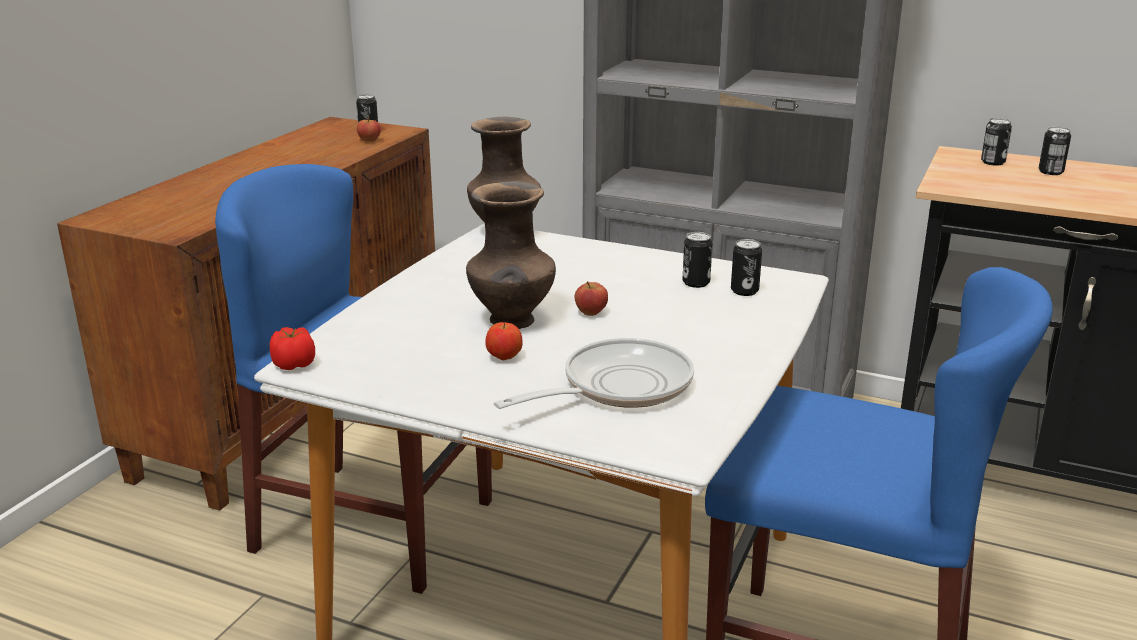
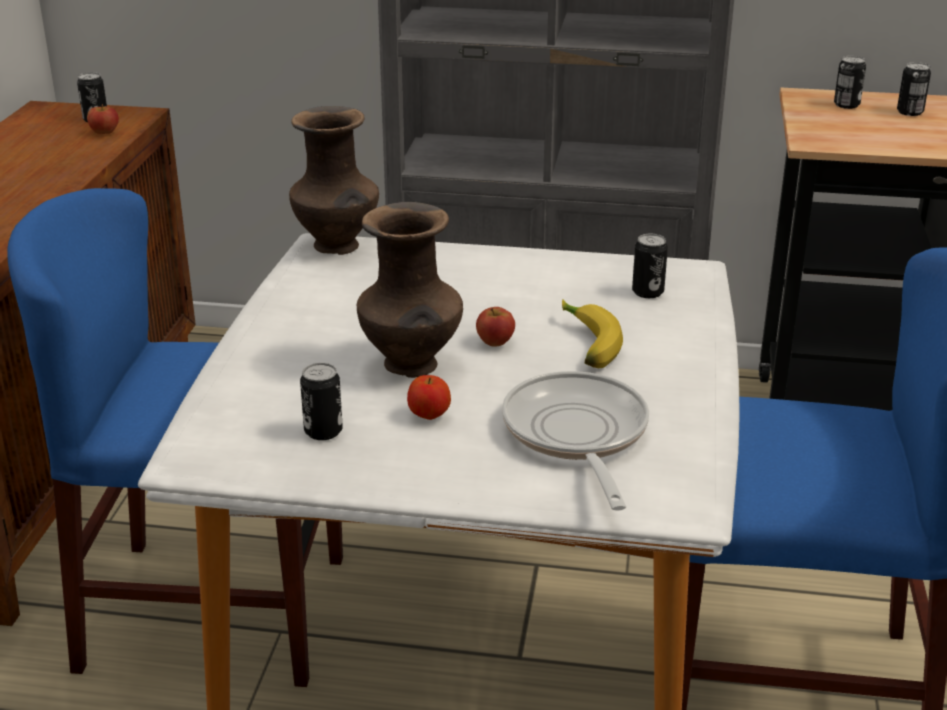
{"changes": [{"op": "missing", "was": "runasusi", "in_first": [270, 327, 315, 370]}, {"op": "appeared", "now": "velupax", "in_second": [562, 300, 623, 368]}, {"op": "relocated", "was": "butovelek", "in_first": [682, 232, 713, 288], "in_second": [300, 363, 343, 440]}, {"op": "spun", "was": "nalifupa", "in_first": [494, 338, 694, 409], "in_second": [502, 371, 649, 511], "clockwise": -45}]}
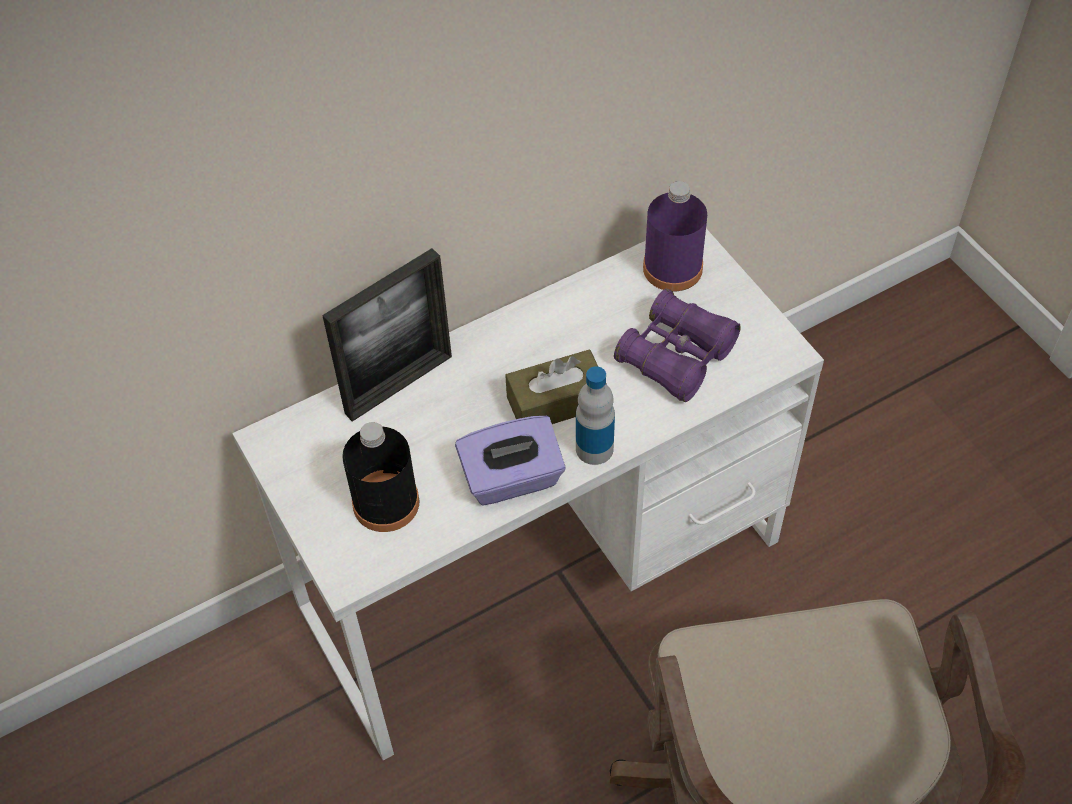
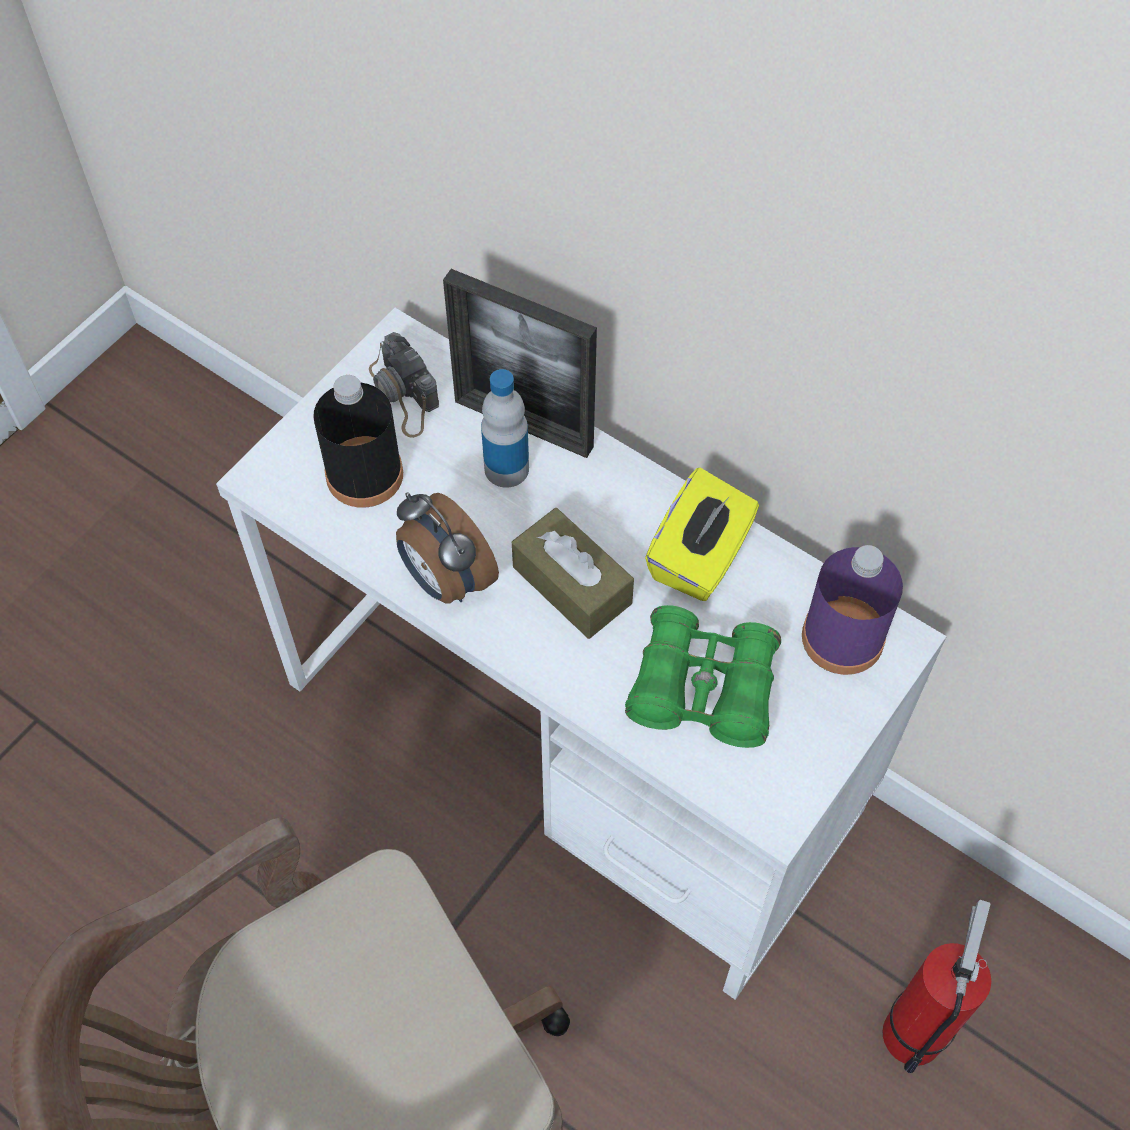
{"changes": [{"op": "appeared", "now": "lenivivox", "in_second": [369, 332, 439, 438]}, {"op": "appeared", "now": "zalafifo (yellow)", "in_second": [645, 468, 759, 601]}, {"op": "appeared", "now": "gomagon", "in_second": [883, 900, 991, 1073]}, {"op": "relocated", "was": "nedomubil", "in_first": [576, 366, 615, 465], "in_second": [481, 369, 529, 488]}, {"op": "exchanged", "was": "zalafifo (purple)", "now": "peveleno", "in_first": [455, 416, 566, 505], "in_second": [396, 492, 499, 604]}, {"op": "colour", "was": "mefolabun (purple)", "now": "mefolabun (green)", "in_first": [614, 289, 741, 402], "in_second": [625, 605, 781, 748]}]}
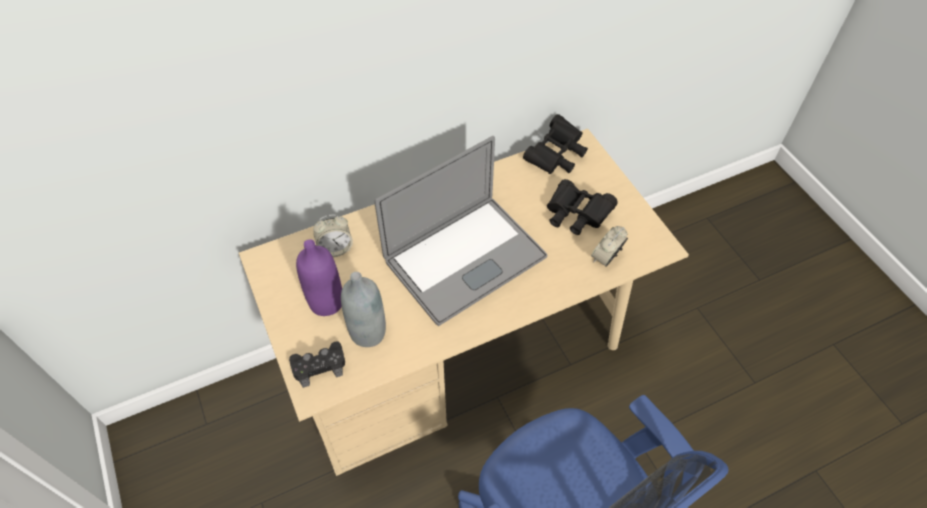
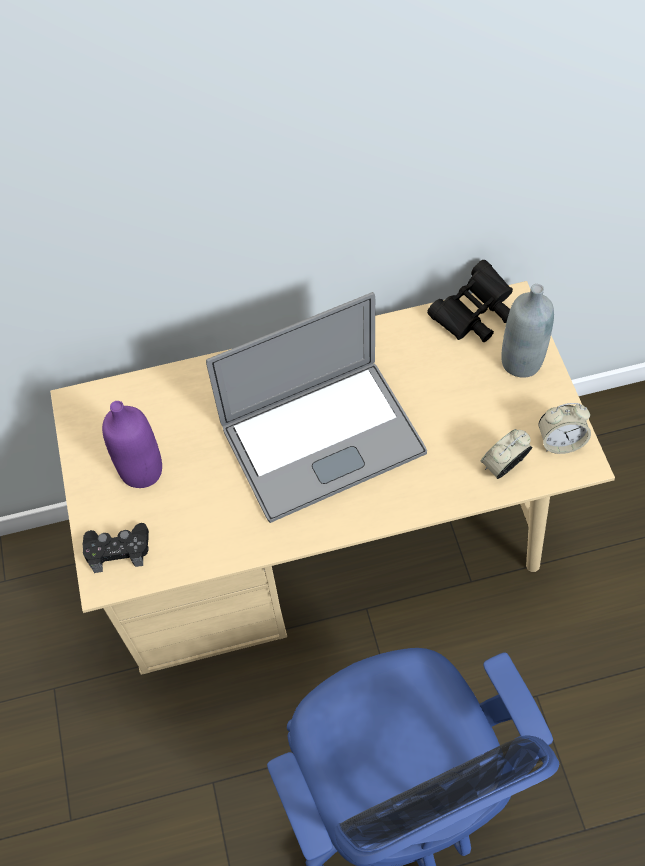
{"changes": [{"op": "missing", "was": "mefolabun (black)", "in_first": [547, 179, 618, 235]}, {"op": "relocated", "was": "peveleno", "in_first": [313, 214, 353, 257], "in_second": [539, 403, 591, 454]}, {"op": "relocated", "was": "nedomubil (grey)", "in_first": [341, 272, 386, 347], "in_second": [501, 284, 554, 378]}]}
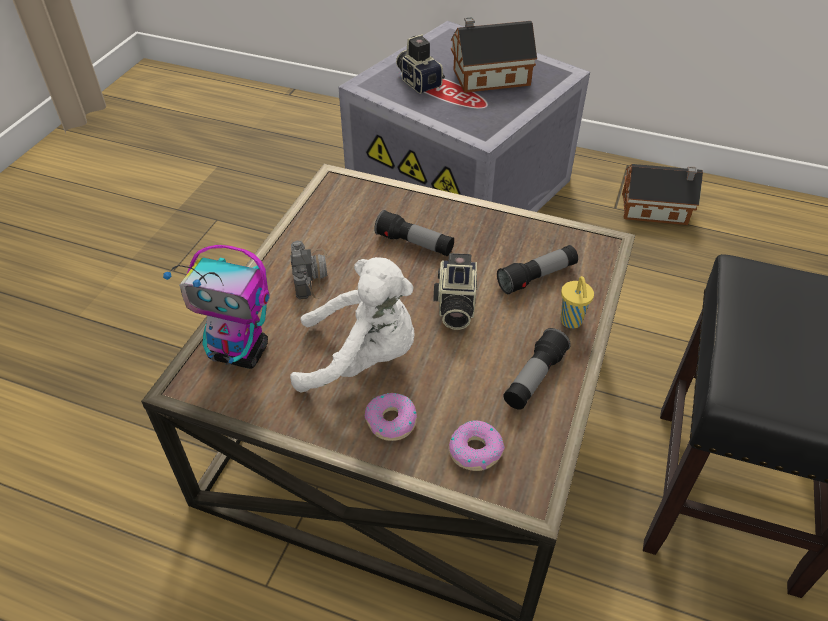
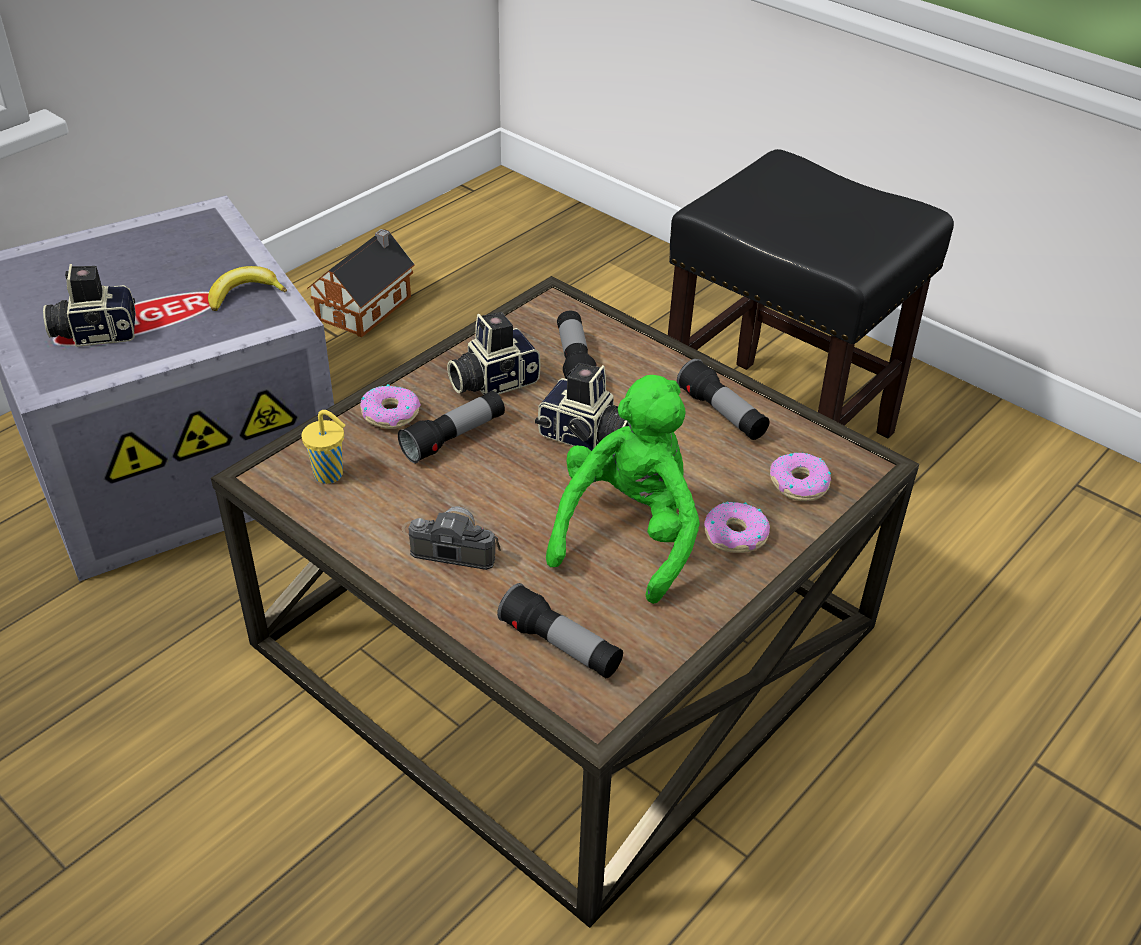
{"changes": [{"op": "missing", "was": "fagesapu", "in_first": [451, 17, 537, 93]}, {"op": "appeared", "now": "velupax", "in_second": [208, 266, 287, 311]}, {"op": "appeared", "now": "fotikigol", "in_second": [360, 384, 421, 429]}, {"op": "appeared", "now": "lenivivox", "in_second": [447, 312, 541, 395]}, {"op": "relocated", "was": "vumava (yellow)", "in_first": [561, 276, 594, 328], "in_second": [301, 410, 345, 484]}, {"op": "exchanged", "was": "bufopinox", "now": "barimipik", "in_first": [163, 245, 269, 369], "in_second": [497, 583, 623, 678]}, {"op": "colour", "was": "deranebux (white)", "now": "deranebux (green)", "in_first": [290, 257, 415, 393], "in_second": [546, 375, 700, 604]}]}
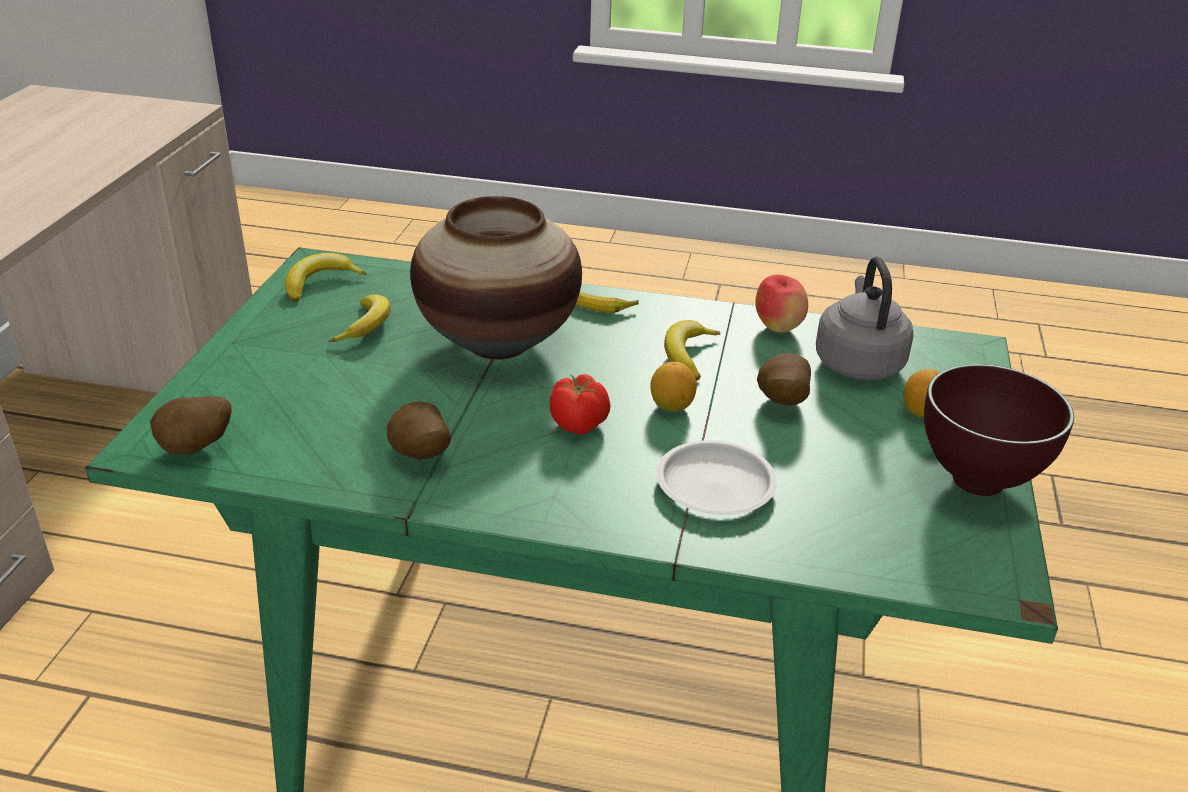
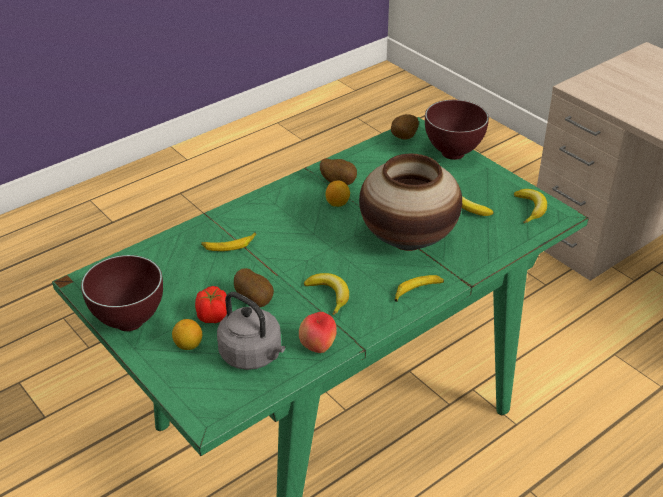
{"changes": [{"op": "appeared", "now": "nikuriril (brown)", "in_second": [425, 100, 489, 160]}, {"op": "relocated", "was": "runasusi", "in_first": [550, 374, 610, 435], "in_second": [195, 286, 227, 323]}, {"op": "relocated", "was": "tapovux", "in_first": [650, 362, 697, 412], "in_second": [325, 181, 350, 207]}, {"op": "exchanged", "was": "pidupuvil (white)", "now": "velupax", "in_first": [656, 440, 777, 515], "in_second": [201, 232, 256, 251]}]}
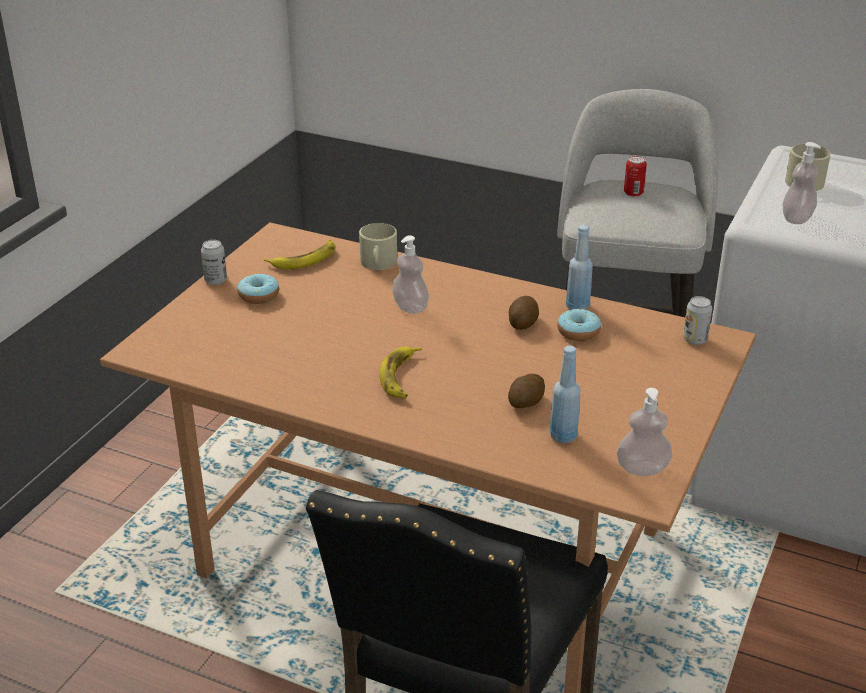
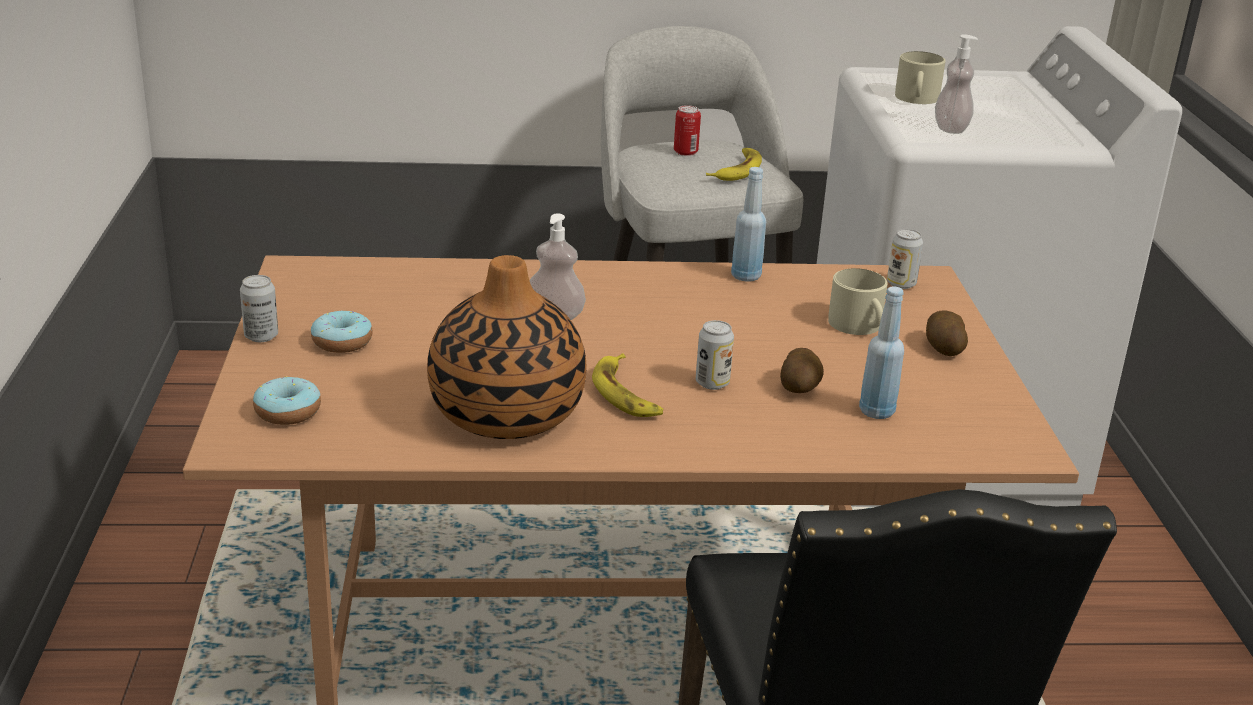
{"changes": [{"op": "missing", "was": "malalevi", "in_first": [617, 388, 672, 476]}, {"op": "appeared", "now": "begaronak", "in_second": [427, 255, 587, 439]}, {"op": "appeared", "now": "butovelek", "in_second": [696, 320, 734, 390]}, {"op": "relocated", "was": "velupax", "in_first": [264, 240, 336, 269], "in_second": [706, 148, 762, 181]}, {"op": "relocated", "was": "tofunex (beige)", "in_first": [359, 223, 397, 270], "in_second": [828, 268, 888, 335]}, {"op": "relocated", "was": "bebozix", "in_first": [509, 296, 539, 330], "in_second": [926, 310, 968, 356]}, {"op": "relocated", "was": "fotikigol", "in_first": [557, 309, 601, 341], "in_second": [253, 376, 321, 425]}]}
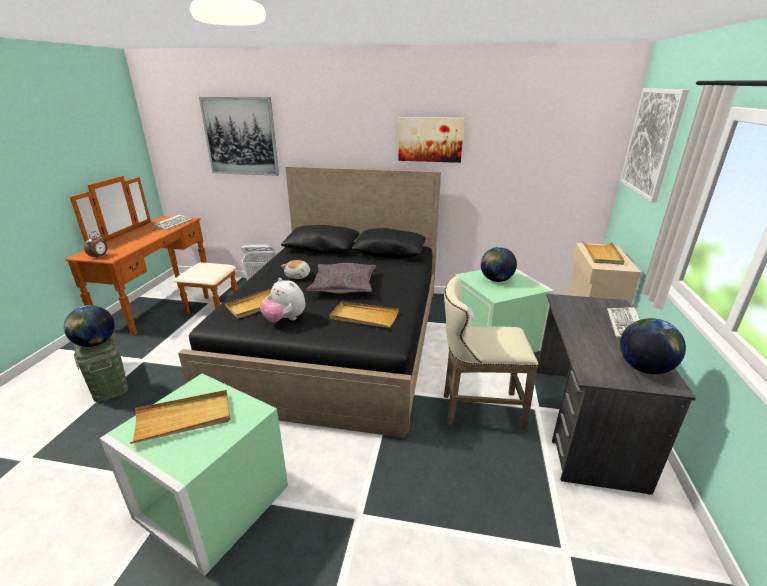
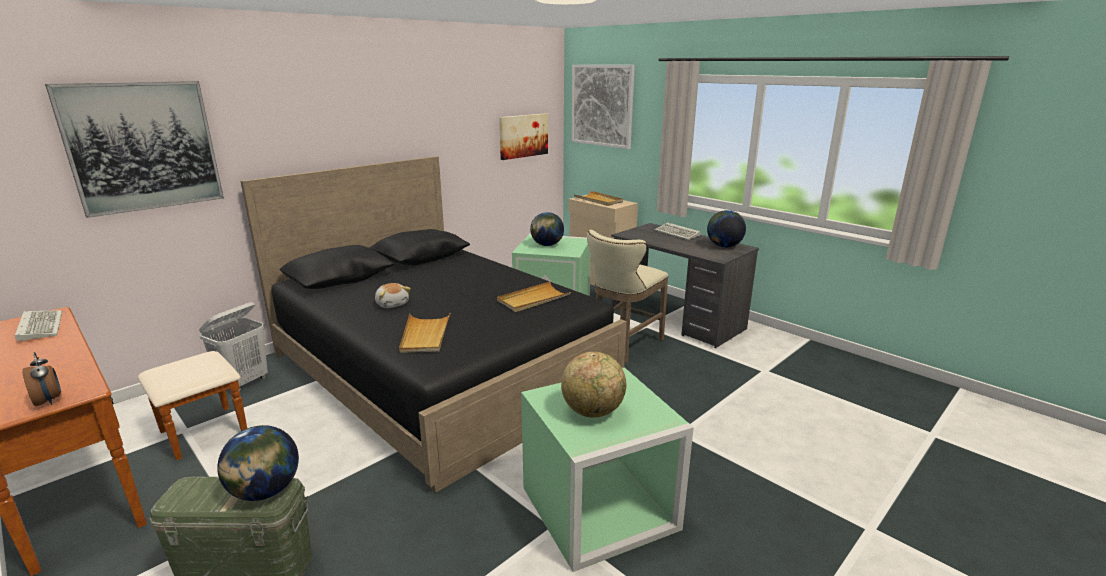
{"changes": [{"op": "missing", "was": "deranebux", "in_first": [260, 278, 305, 322]}, {"op": "missing", "was": "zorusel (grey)", "in_first": [306, 263, 376, 293]}, {"op": "relocated", "was": "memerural", "in_first": [398, 117, 464, 163], "in_second": [499, 113, 548, 160]}, {"op": "exchanged", "was": "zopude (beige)", "now": "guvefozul", "in_first": [130, 390, 230, 444], "in_second": [561, 352, 626, 418]}]}
